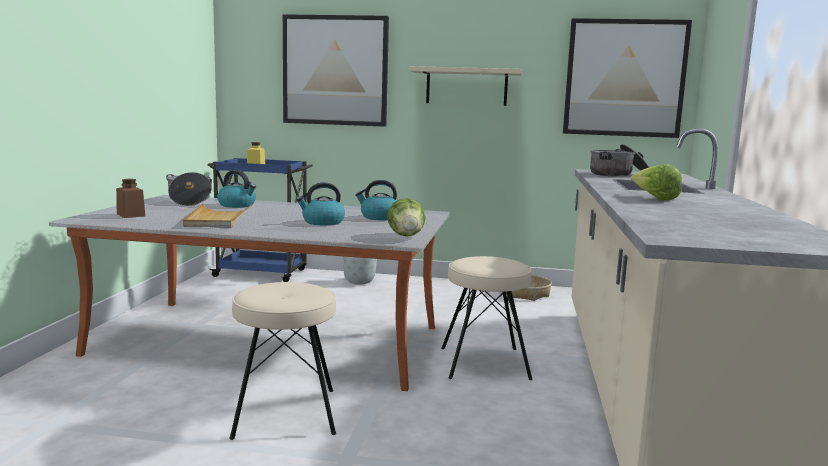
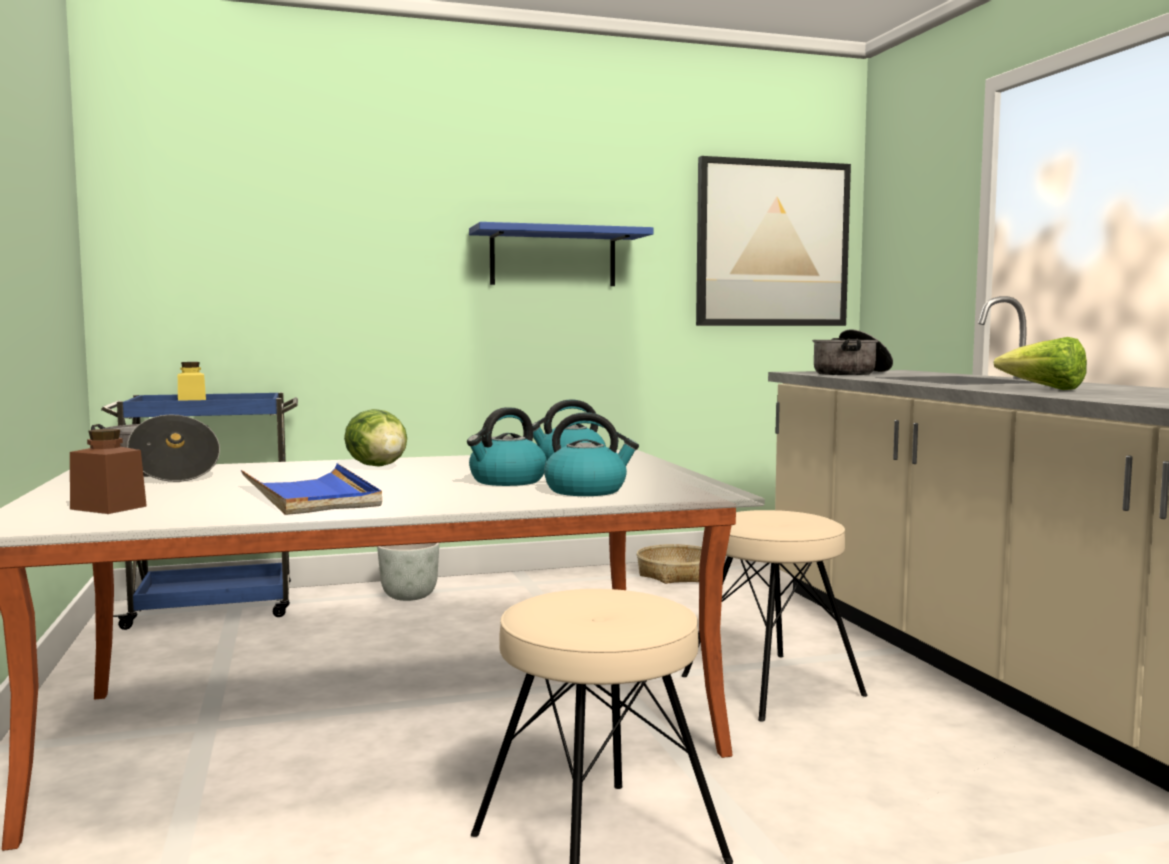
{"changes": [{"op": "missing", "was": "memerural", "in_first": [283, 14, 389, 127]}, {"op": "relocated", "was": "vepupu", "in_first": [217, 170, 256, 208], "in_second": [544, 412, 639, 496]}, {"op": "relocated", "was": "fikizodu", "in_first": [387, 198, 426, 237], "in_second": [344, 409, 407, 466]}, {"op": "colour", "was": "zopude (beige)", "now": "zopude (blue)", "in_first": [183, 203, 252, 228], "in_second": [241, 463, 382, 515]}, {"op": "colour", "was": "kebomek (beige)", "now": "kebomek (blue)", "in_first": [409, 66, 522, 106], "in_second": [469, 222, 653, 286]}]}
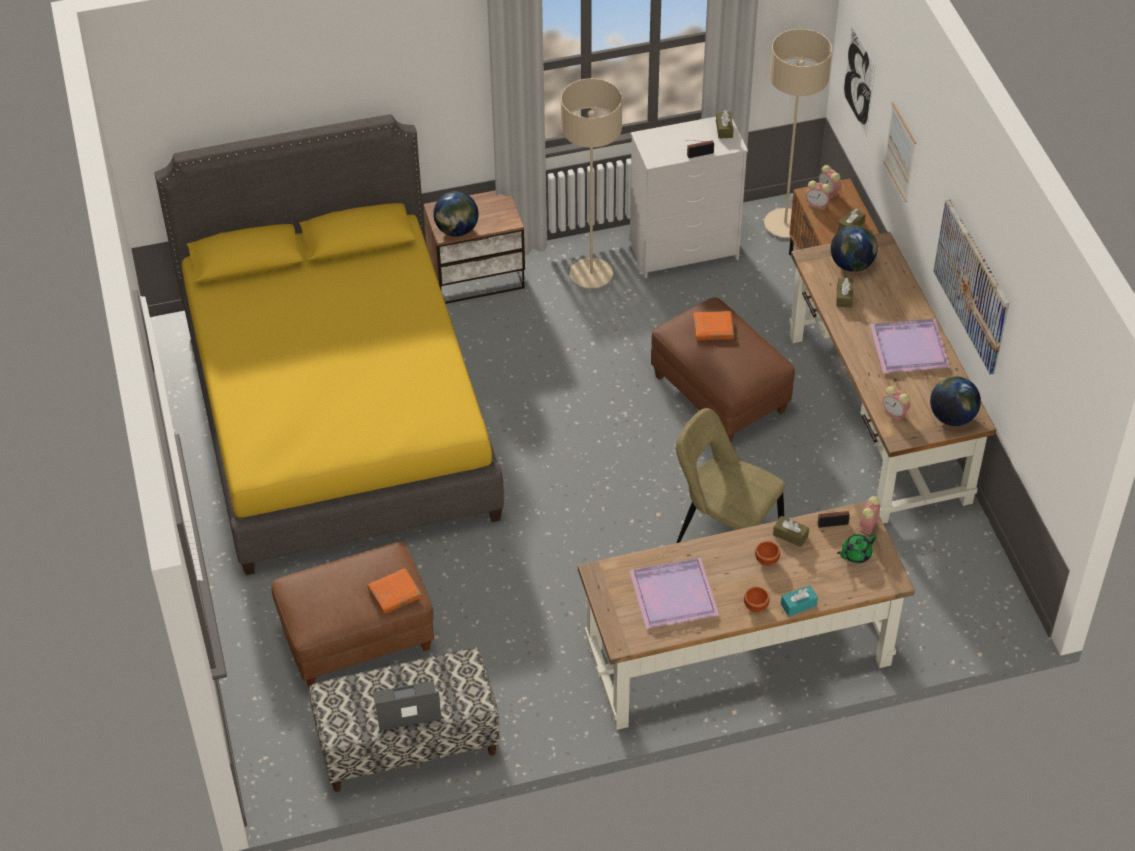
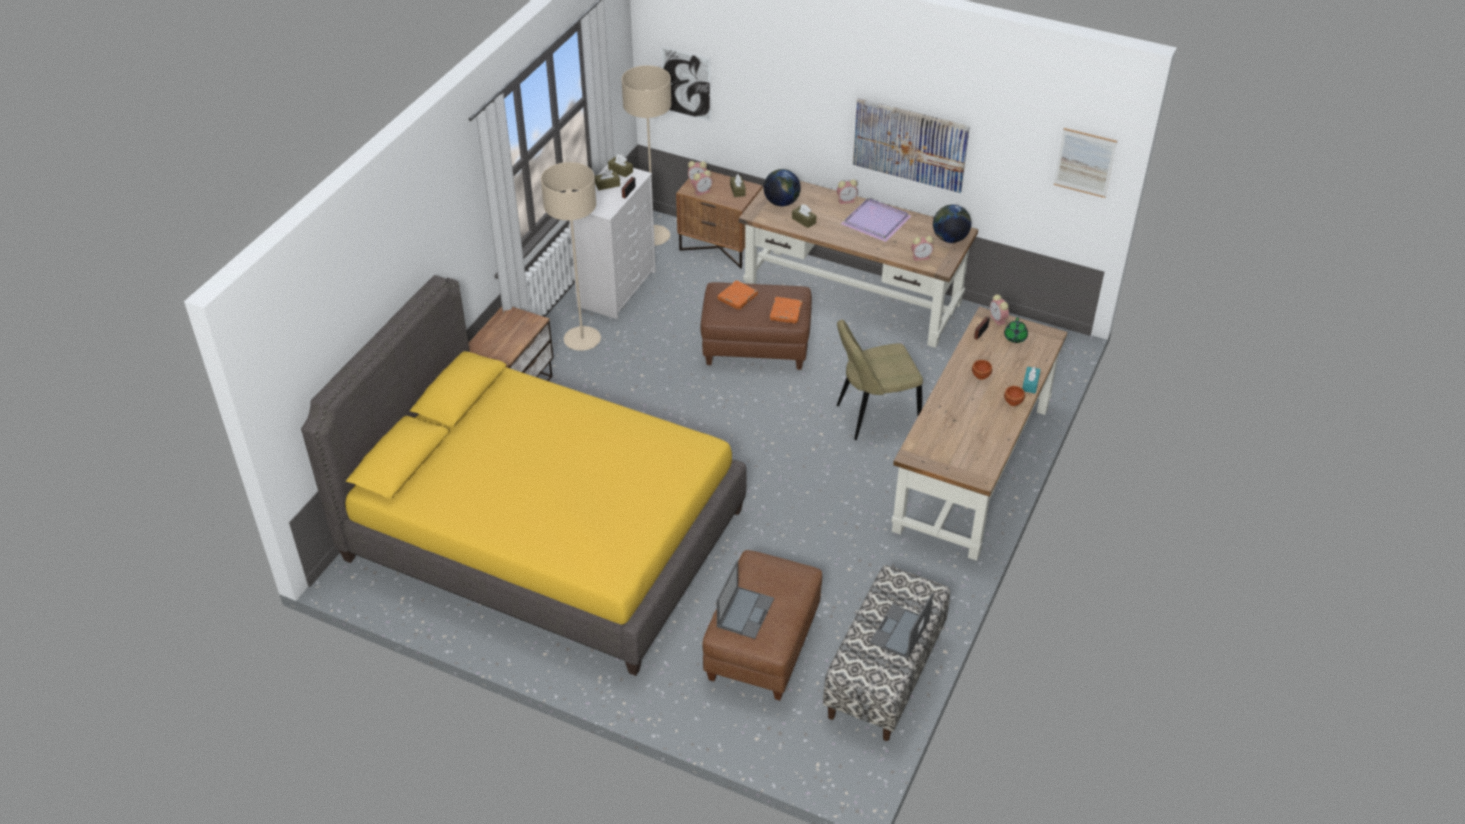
{"changes": [{"op": "missing", "was": "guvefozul", "in_first": [433, 191, 479, 237]}, {"op": "missing", "was": "zopude (purple)", "in_first": [629, 558, 719, 629]}, {"op": "appeared", "now": "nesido", "in_second": [717, 560, 774, 639]}, {"op": "appeared", "now": "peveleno", "in_second": [837, 180, 858, 204]}, {"op": "relocated", "was": "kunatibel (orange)", "in_first": [368, 568, 422, 614], "in_second": [770, 297, 803, 324]}, {"op": "relocated", "was": "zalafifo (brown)", "in_first": [773, 516, 809, 547], "in_second": [595, 169, 620, 190]}, {"op": "relocated", "was": "memerural", "in_first": [884, 102, 916, 202], "in_second": [1054, 128, 1117, 198]}]}
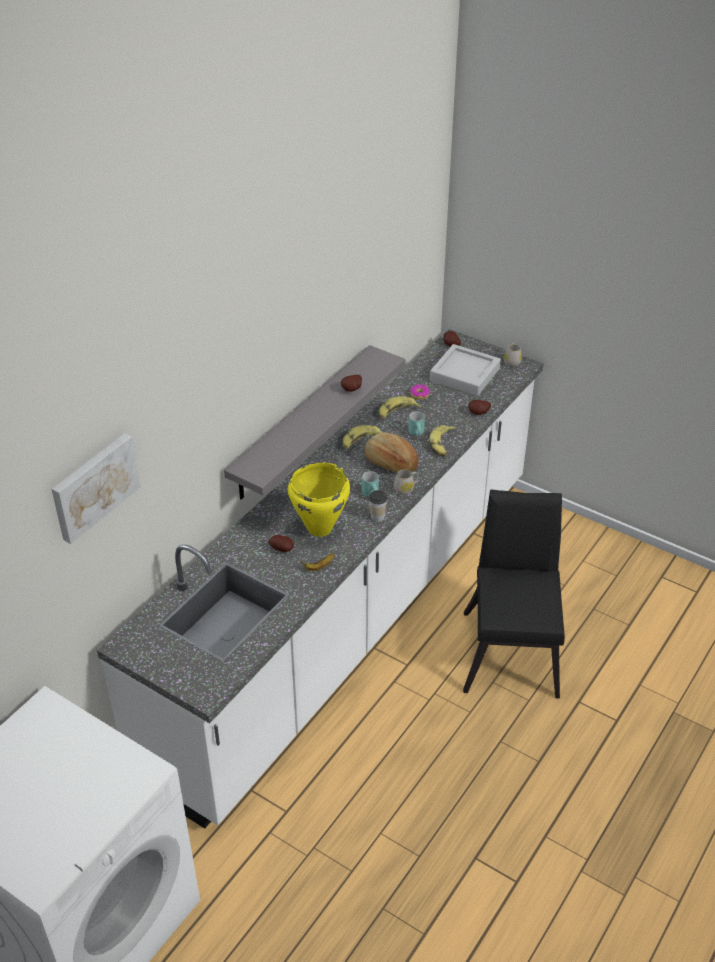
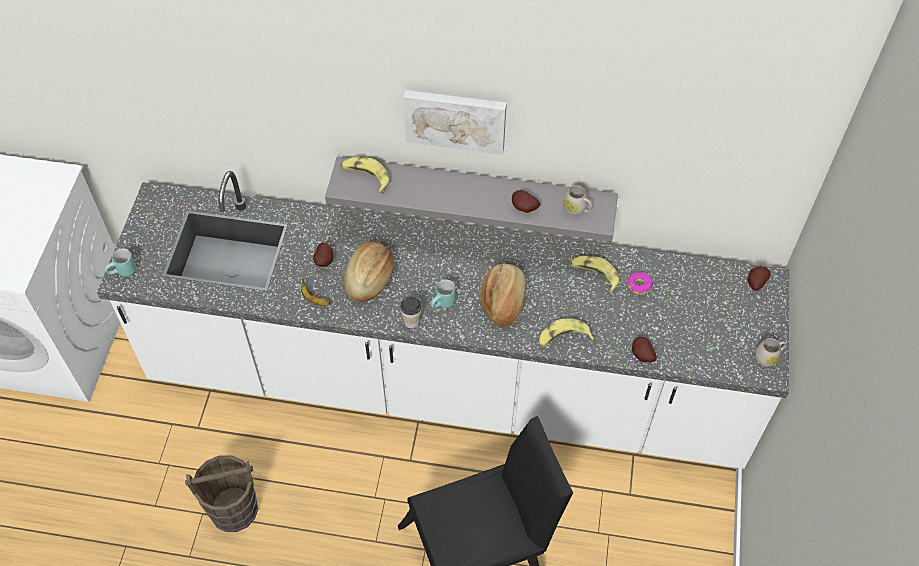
{"changes": [{"op": "missing", "was": "zopude (grey)", "in_first": [430, 344, 501, 396]}, {"op": "appeared", "now": "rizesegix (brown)", "in_second": [185, 455, 258, 532]}, {"op": "relocated", "was": "memerural", "in_first": [52, 433, 140, 544], "in_second": [404, 90, 507, 155]}, {"op": "relocated", "was": "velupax", "in_first": [343, 425, 382, 449], "in_second": [341, 157, 390, 193]}, {"op": "relocated", "was": "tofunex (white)", "in_first": [394, 469, 418, 495], "in_second": [563, 185, 592, 215]}, {"op": "relocated", "was": "tofunex (turquoise)", "in_first": [408, 411, 425, 437], "in_second": [105, 249, 136, 277]}, {"op": "exchanged", "was": "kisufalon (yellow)", "now": "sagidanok", "in_first": [288, 462, 350, 537], "in_second": [344, 241, 394, 302]}]}
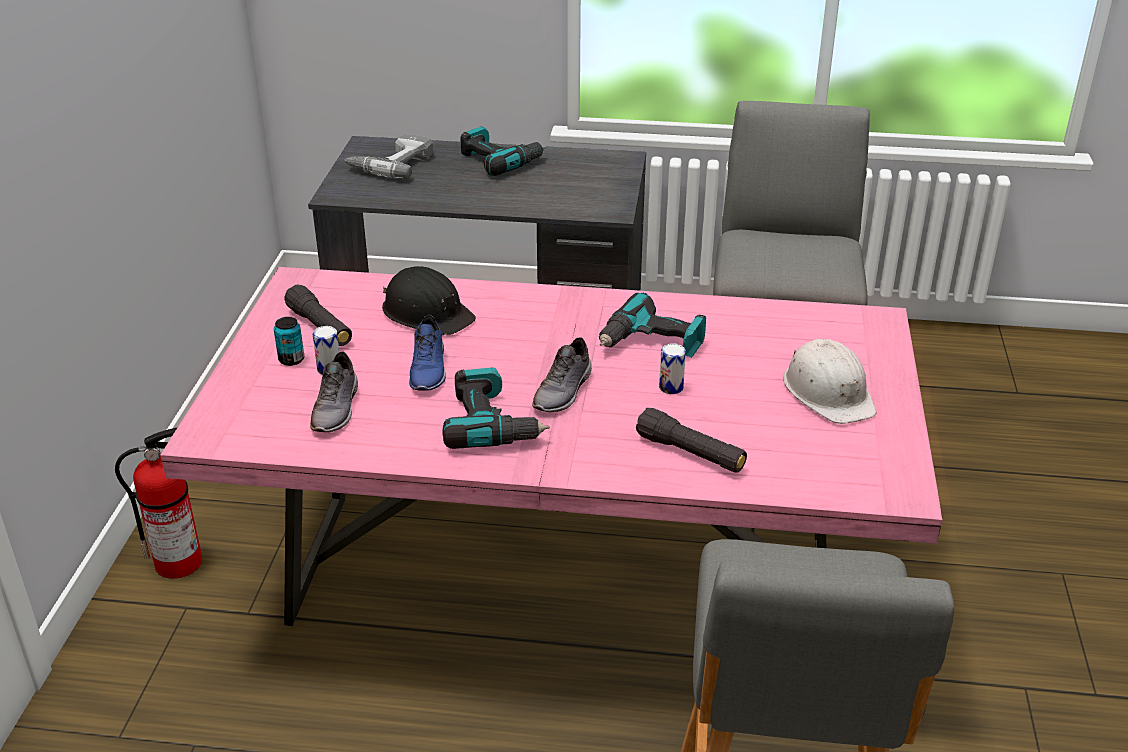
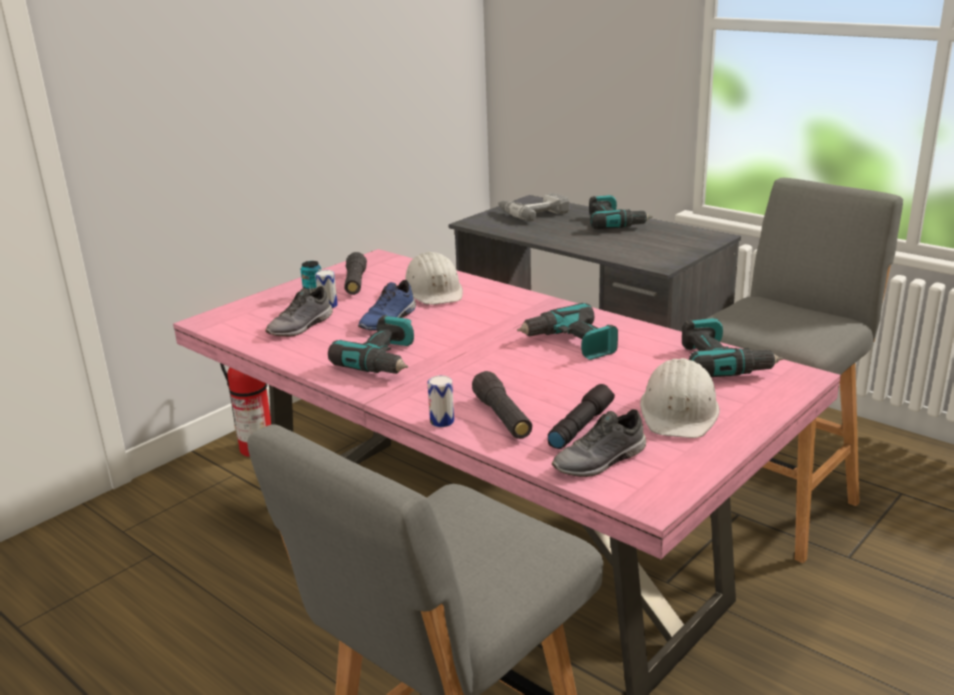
{"changes": [{"op": "appeared", "now": "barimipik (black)", "in_second": [548, 384, 615, 449]}, {"op": "appeared", "now": "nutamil", "in_second": [682, 318, 783, 377]}, {"op": "relocated", "was": "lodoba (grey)", "in_first": [532, 337, 592, 412], "in_second": [552, 409, 646, 477]}, {"op": "relocated", "was": "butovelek", "in_first": [659, 343, 686, 394], "in_second": [427, 375, 454, 427]}, {"op": "colour", "was": "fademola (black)", "now": "fademola (white)", "in_first": [382, 266, 476, 335], "in_second": [405, 252, 463, 305]}]}
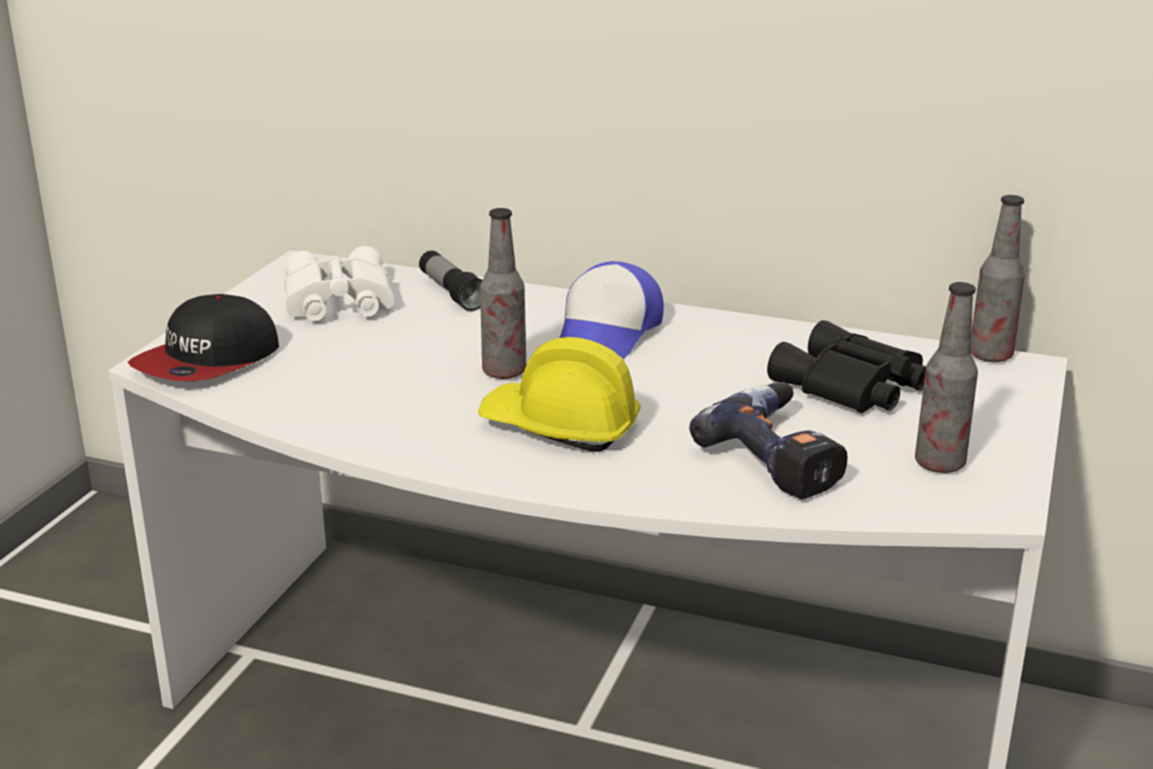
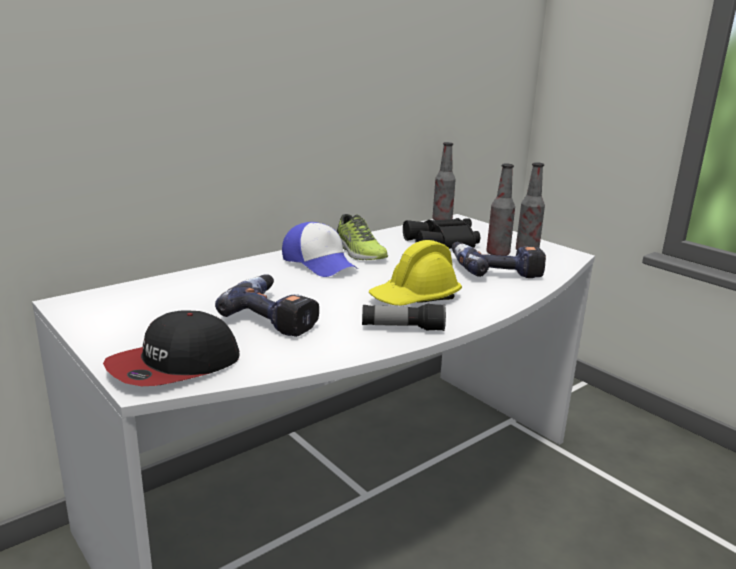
{"changes": [{"op": "missing", "was": "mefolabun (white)", "in_first": [284, 246, 394, 321]}, {"op": "appeared", "now": "nutamil", "in_second": [215, 274, 319, 337]}, {"op": "appeared", "now": "lodoba", "in_second": [336, 214, 388, 260]}, {"op": "relocated", "was": "barimipik", "in_first": [419, 251, 482, 311], "in_second": [362, 304, 446, 331]}, {"op": "relocated", "was": "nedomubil", "in_first": [480, 208, 526, 379], "in_second": [486, 163, 515, 256]}, {"op": "spun", "was": "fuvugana", "in_first": [128, 294, 279, 381], "in_second": [103, 311, 240, 386], "clockwise": 75}]}
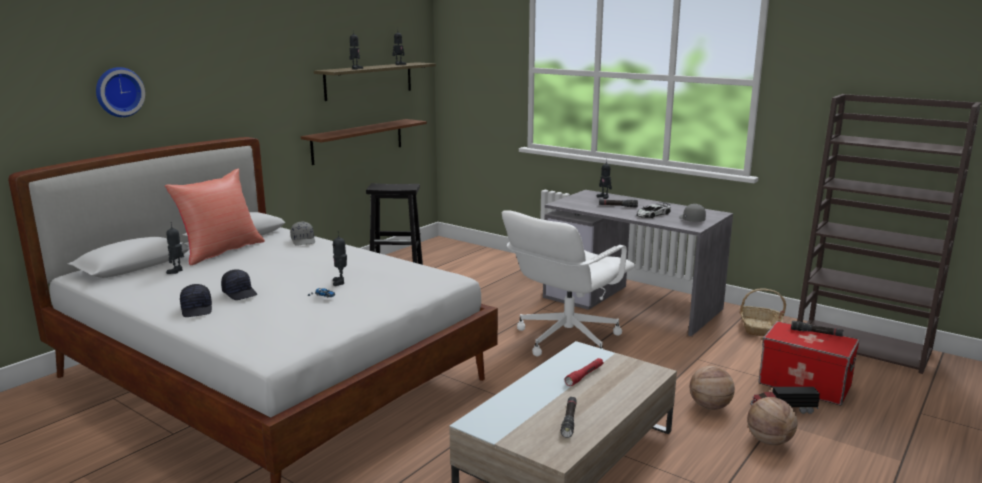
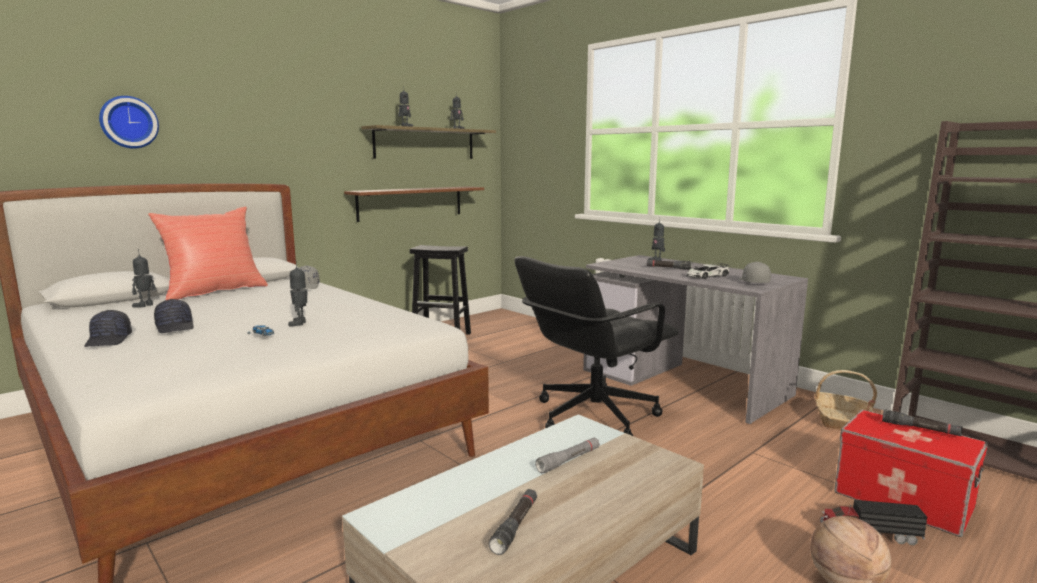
{"changes": [{"op": "missing", "was": "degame", "in_first": [690, 366, 735, 410]}, {"op": "colour", "was": "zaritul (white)", "now": "zaritul (black)", "in_first": [502, 210, 635, 357], "in_second": [515, 256, 678, 436]}, {"op": "colour", "was": "barimipik (red)", "now": "barimipik (grey)", "in_first": [565, 358, 603, 386], "in_second": [535, 437, 600, 473]}]}
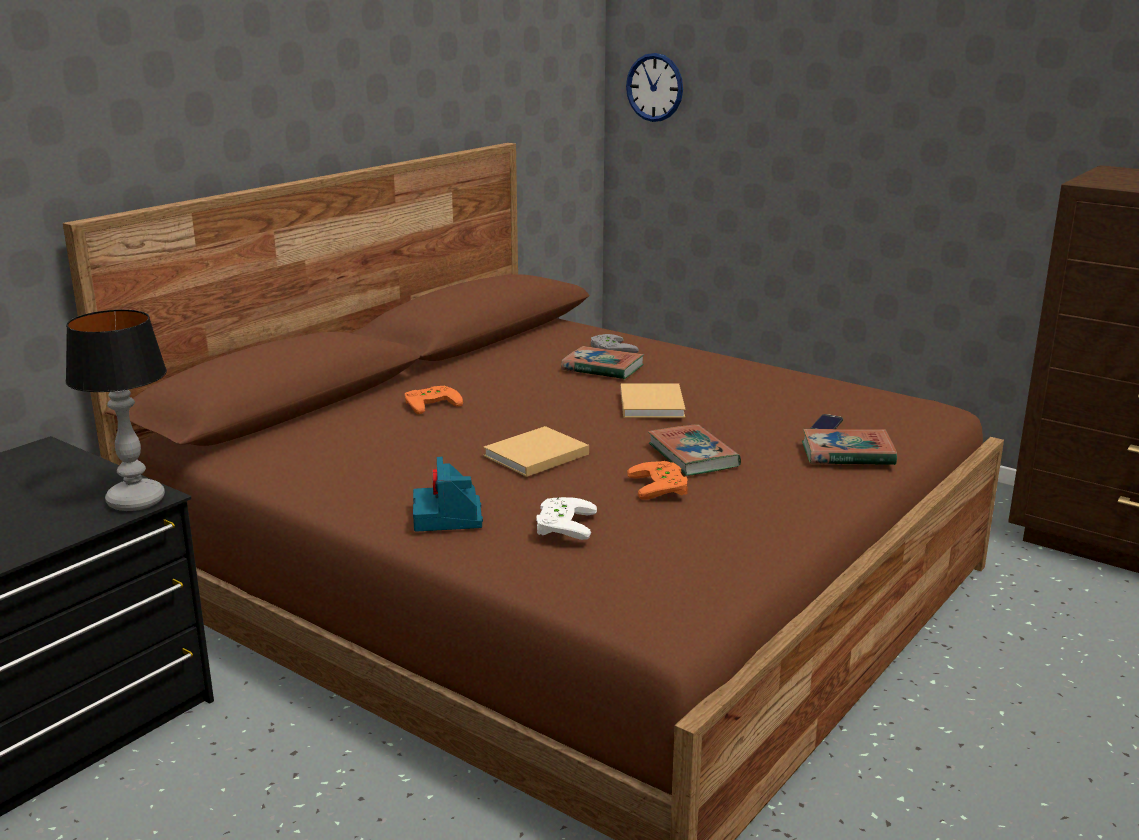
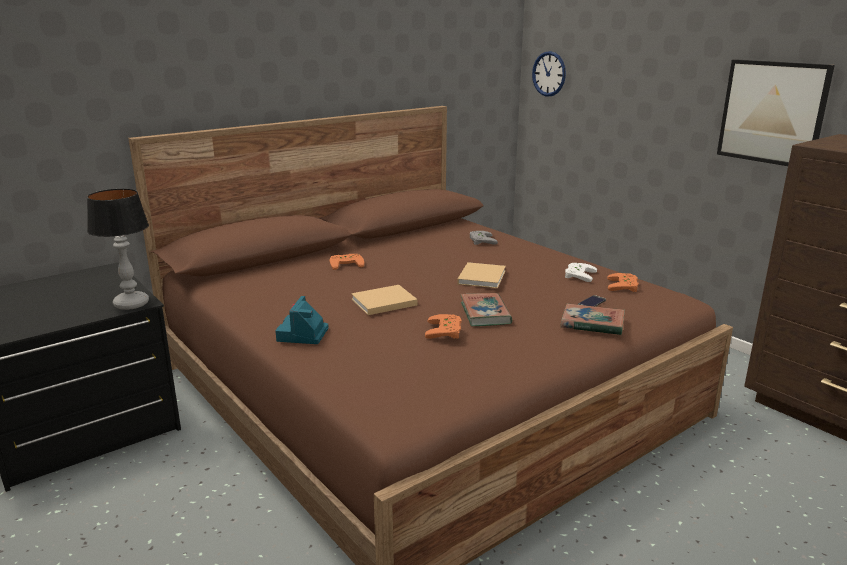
{"changes": [{"op": "missing", "was": "kunatibel", "in_first": [561, 346, 644, 379]}, {"op": "appeared", "now": "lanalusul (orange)", "in_second": [607, 273, 639, 292]}, {"op": "appeared", "now": "memerural", "in_second": [717, 59, 835, 166]}, {"op": "relocated", "was": "lanalusul (white)", "in_first": [536, 497, 597, 540], "in_second": [565, 263, 597, 282]}]}
